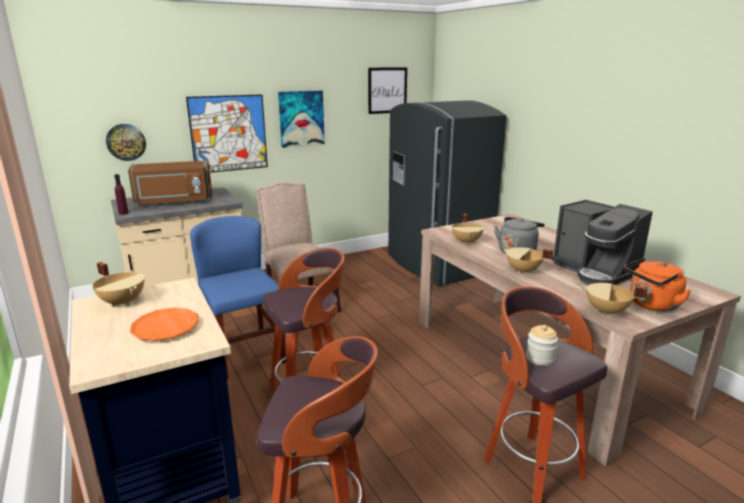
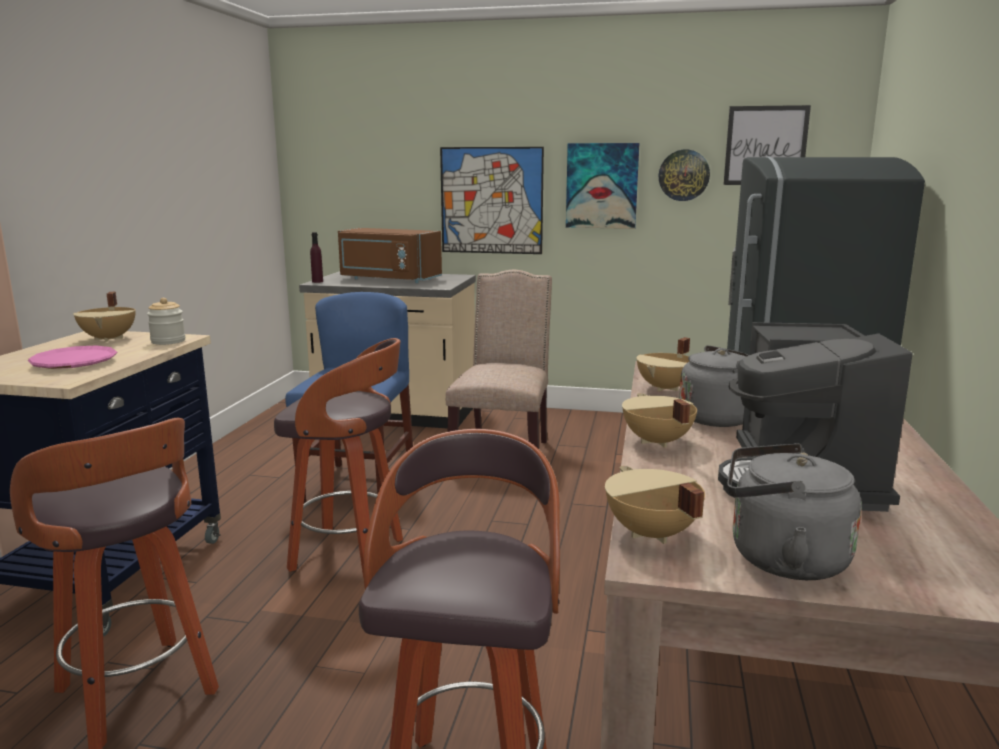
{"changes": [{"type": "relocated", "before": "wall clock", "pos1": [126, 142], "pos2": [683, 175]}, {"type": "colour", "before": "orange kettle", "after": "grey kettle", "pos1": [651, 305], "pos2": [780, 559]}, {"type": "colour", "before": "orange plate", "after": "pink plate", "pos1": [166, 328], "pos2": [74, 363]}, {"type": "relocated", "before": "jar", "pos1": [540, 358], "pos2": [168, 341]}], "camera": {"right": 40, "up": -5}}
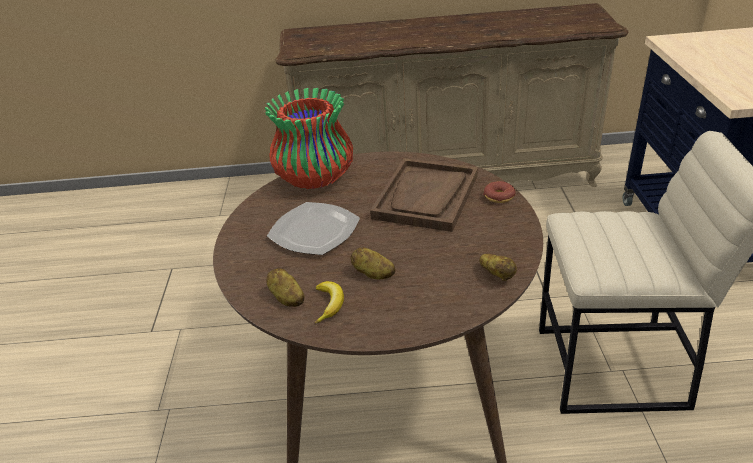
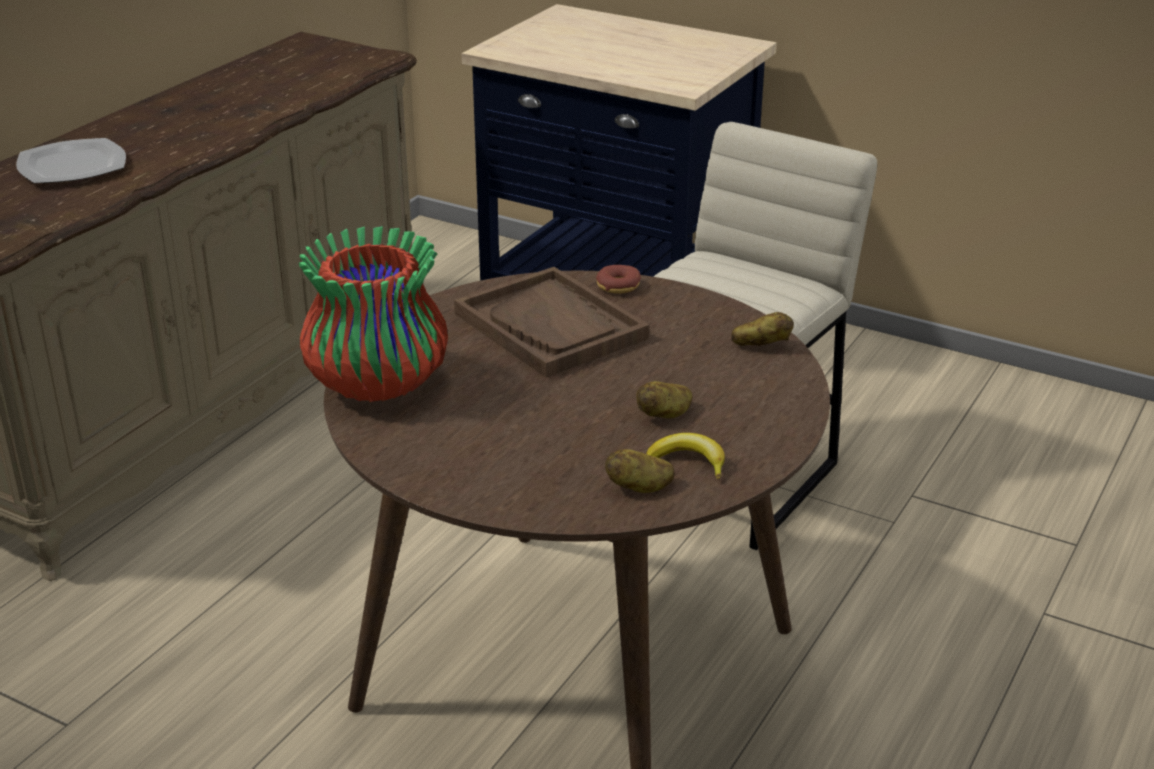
{"changes": [{"type": "relocated", "before": "plate", "pos1": [315, 231], "pos2": [73, 165]}], "camera": {"right": -60, "up": -5}}
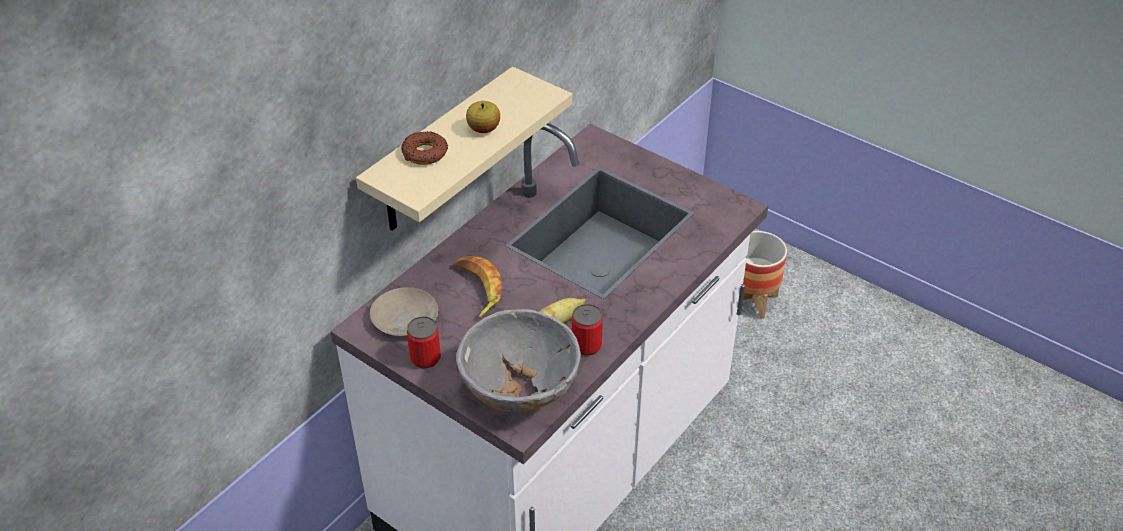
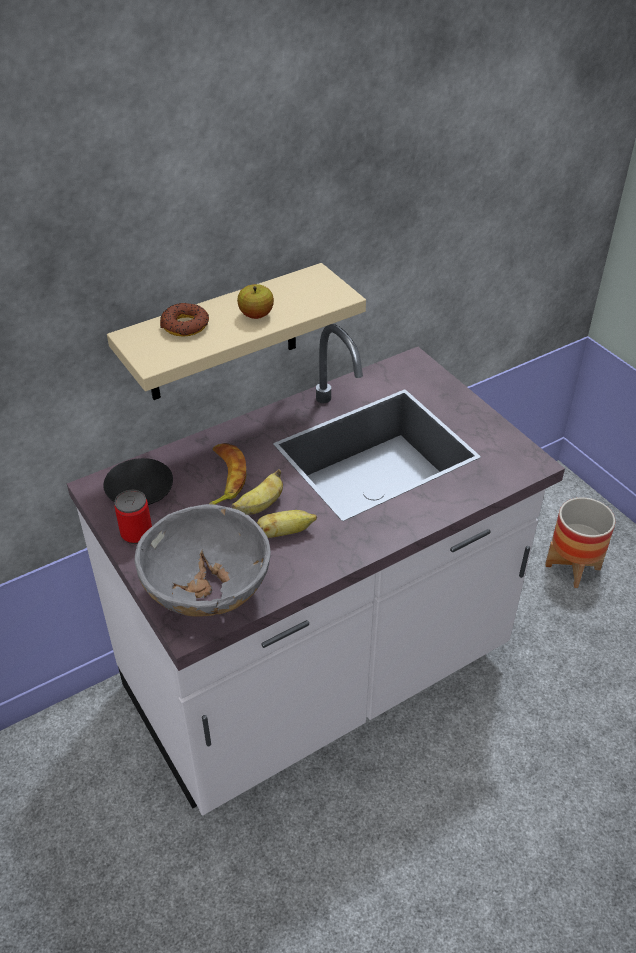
{"changes": [{"type": "colour", "before": "beige plate", "after": "black plate", "pos1": [405, 319], "pos2": [140, 490]}, {"type": "missing", "before": "can", "pos1": [586, 345]}, {"type": "appeared", "after": "banana", "pos2": [260, 506]}], "camera": {"right": 20, "up": 0}}
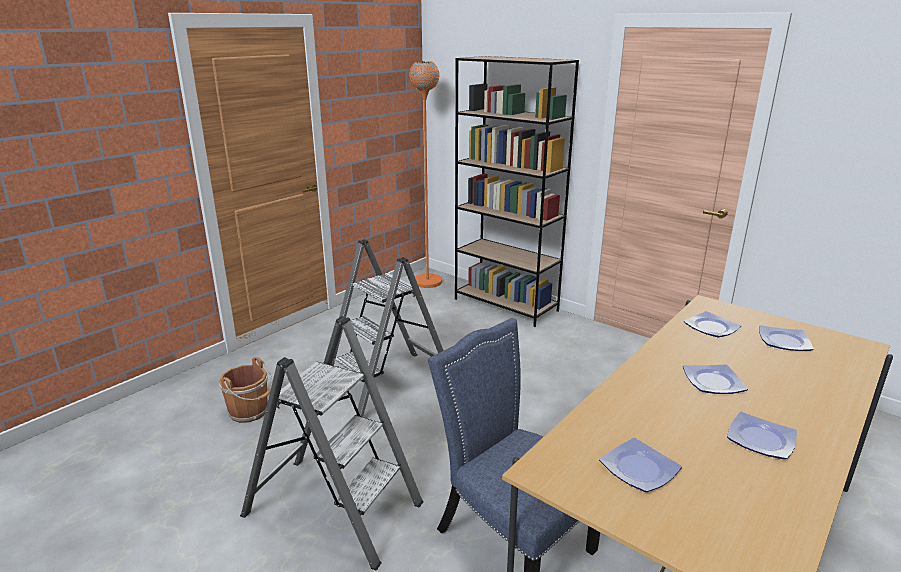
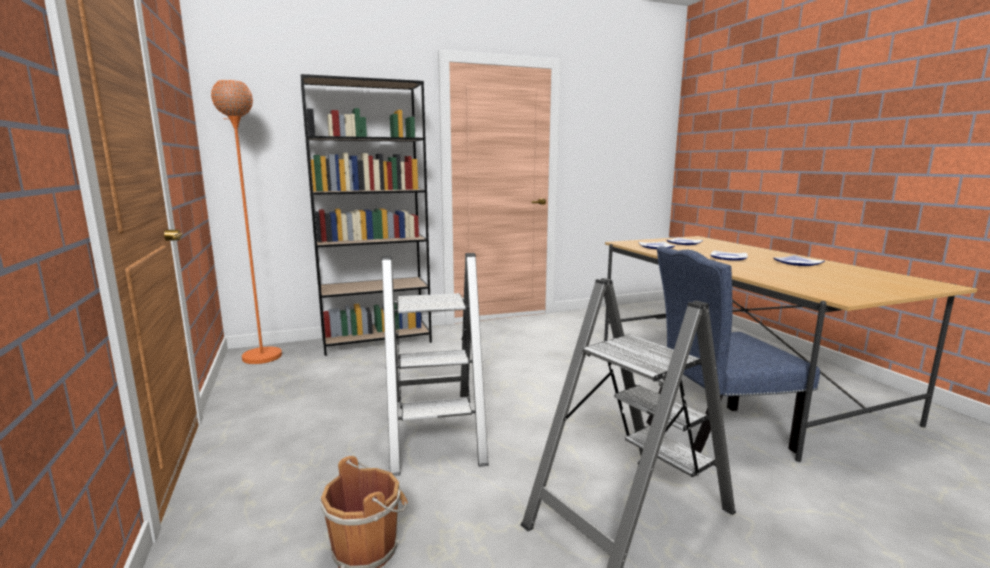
{"changes": [{"type": "missing", "before": "plate", "pos1": [640, 469]}], "camera": {"right": -60, "up": -10}}
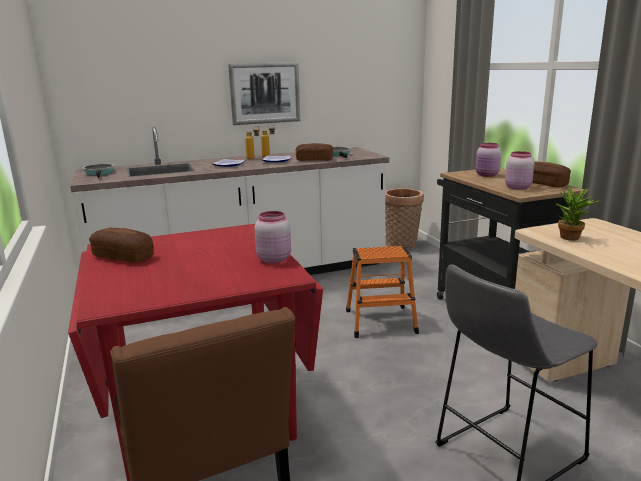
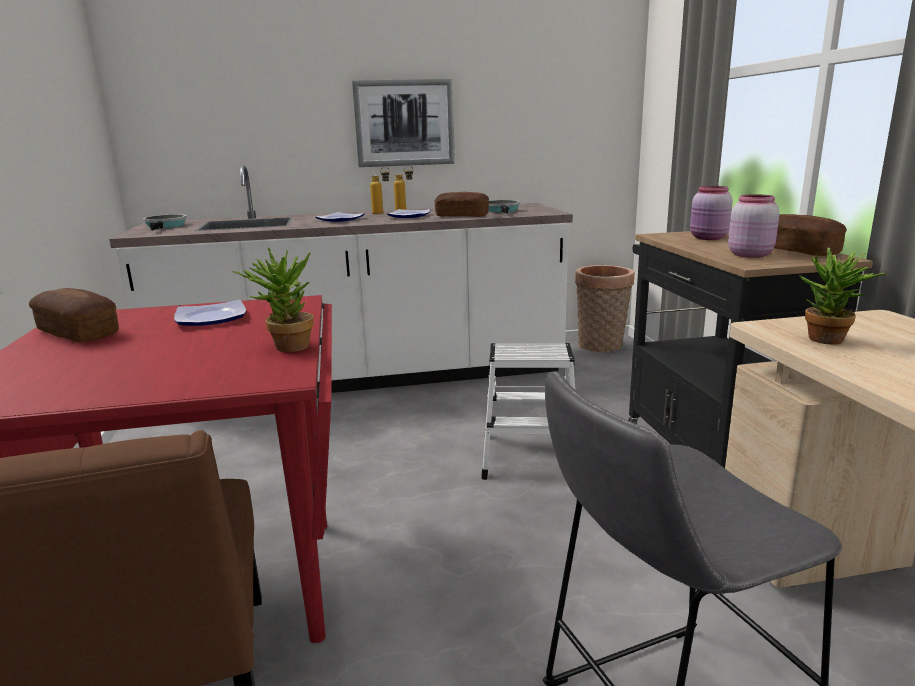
{"changes": [{"type": "exchanged", "before": "pink jar", "after": "potted plant", "pos1": [273, 259], "pos2": [285, 347]}, {"type": "colour", "before": "orange step ladder", "after": "white step ladder", "pos1": [381, 321], "pos2": [530, 456]}, {"type": "appeared", "after": "plate", "pos2": [212, 318]}], "camera": {"right": 10, "up": 0}}
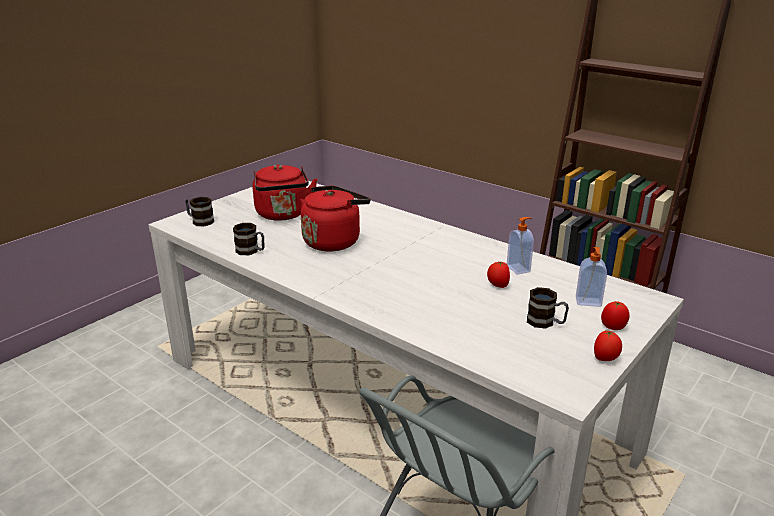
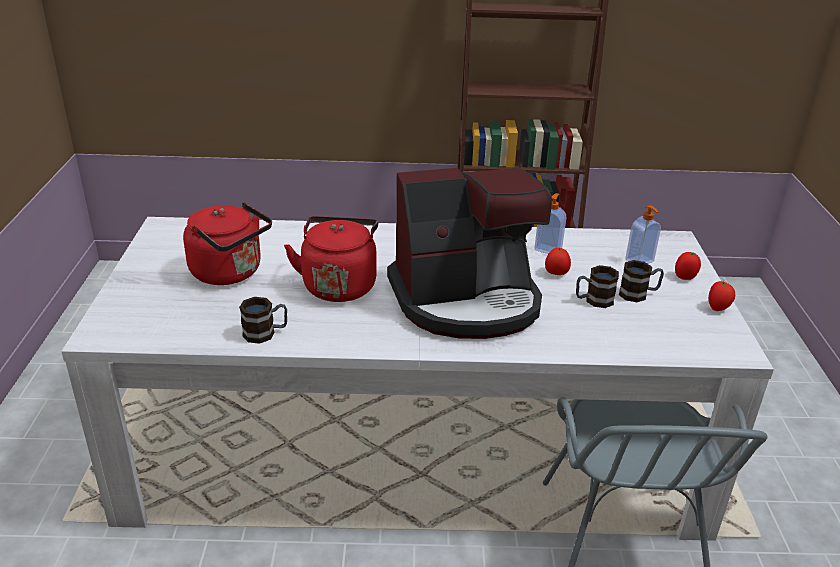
{"changes": [{"type": "relocated", "before": "mug", "pos1": [200, 221], "pos2": [593, 300]}, {"type": "appeared", "after": "coffee machine", "pos2": [467, 300]}], "camera": {"right": -40, "up": 5}}
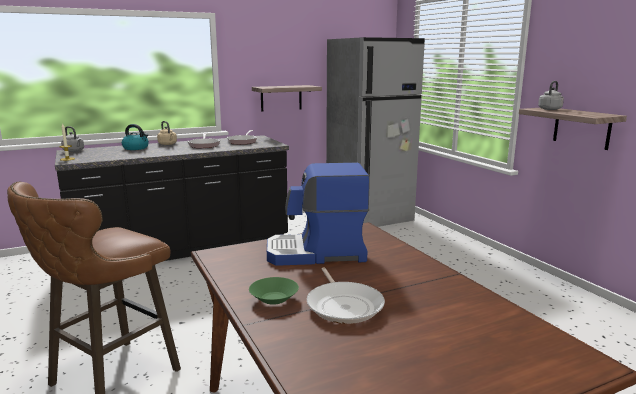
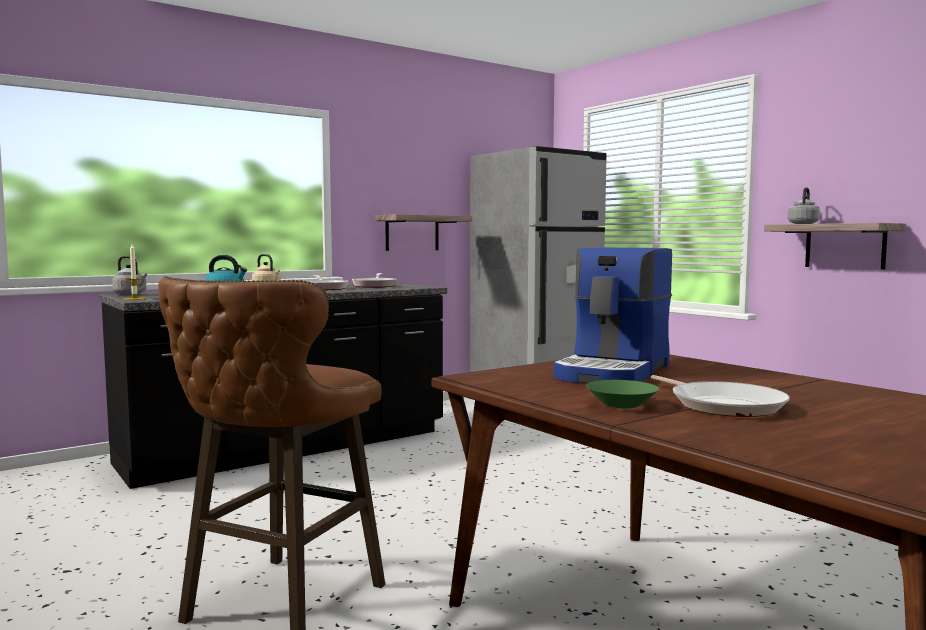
{"changes": [{"type": "spun", "before": "coffee machine", "pos1": [317, 253], "pos2": [615, 372], "turn": -45}], "camera": {"right": -10, "up": -10}}
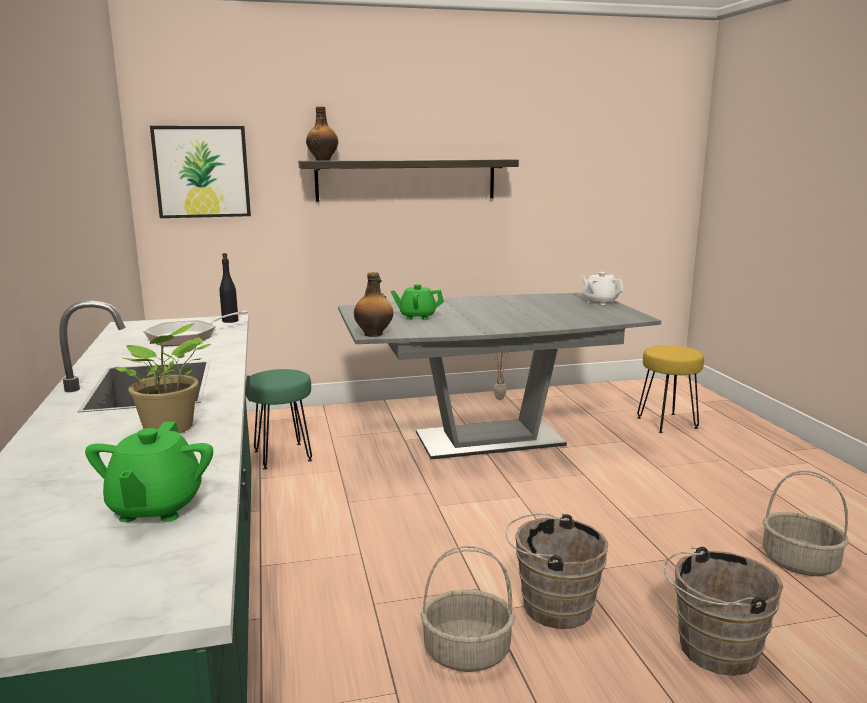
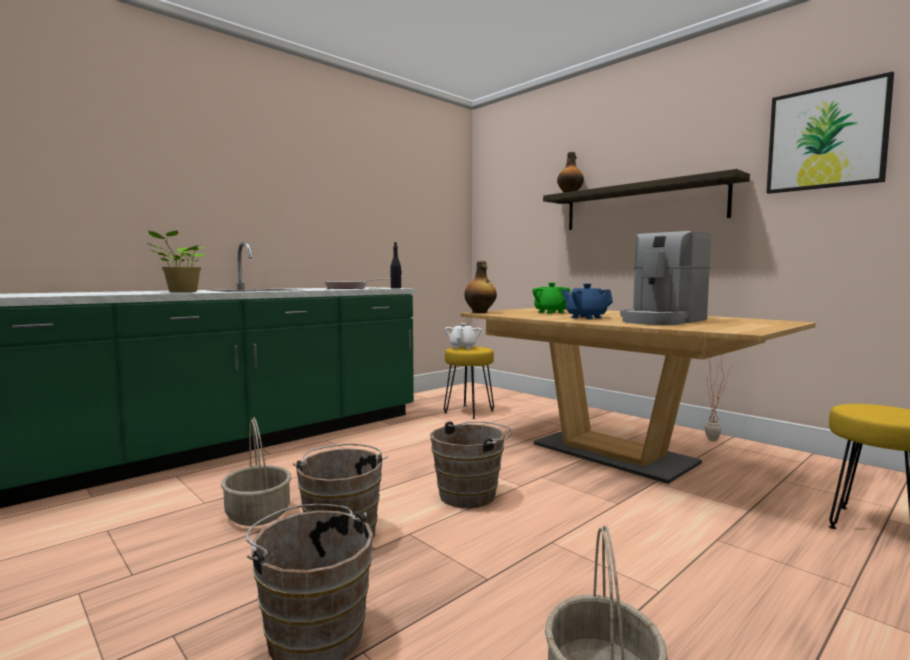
{"changes": [{"type": "relocated", "before": "picture", "pos1": [202, 172], "pos2": [826, 138]}, {"type": "relocated", "before": "white teapot", "pos1": [600, 302], "pos2": [463, 347]}, {"type": "colour", "before": "grey dining table", "after": "brown dining table", "pos1": [489, 439], "pos2": [613, 454]}, {"type": "colour", "before": "green stool", "after": "yellow stool", "pos1": [282, 456], "pos2": [468, 411]}, {"type": "missing", "before": "green teapot", "pos1": [156, 508]}, {"type": "appeared", "after": "coffee machine", "pos2": [662, 321]}, {"type": "appeared", "after": "blue teapot", "pos2": [586, 317]}, {"type": "appeared", "after": "brown bucket", "pos2": [472, 495]}], "camera": {"right": 60, "up": -10}}
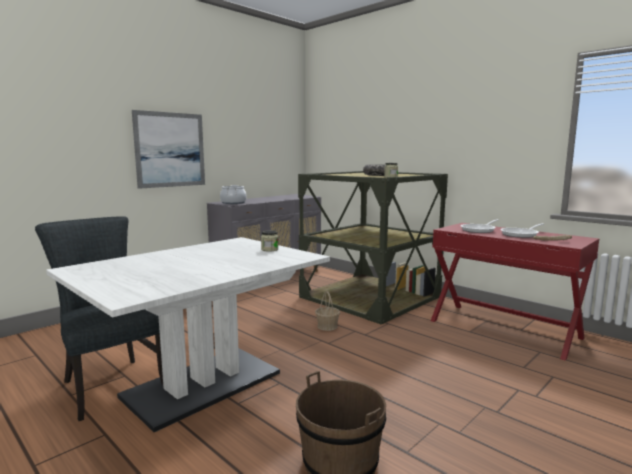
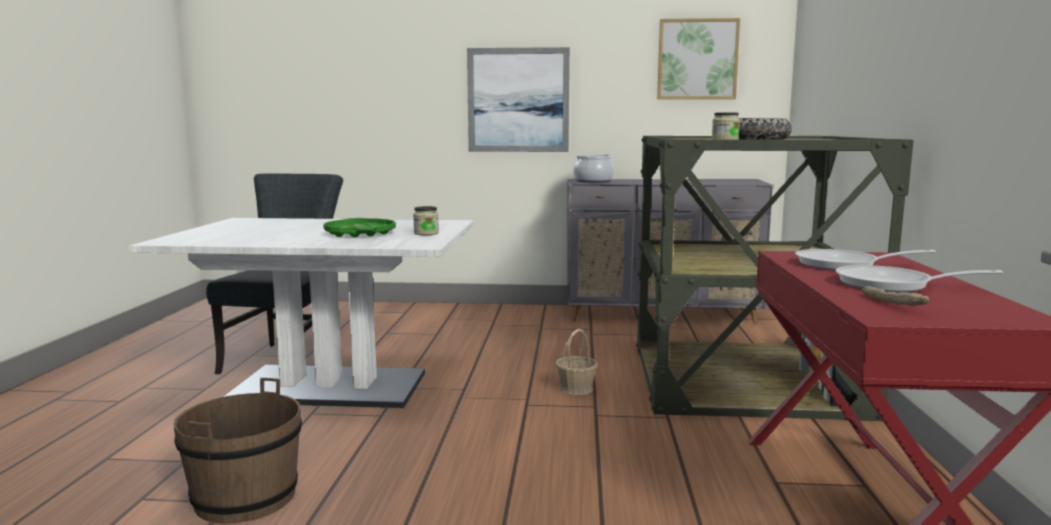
{"changes": [{"type": "appeared", "after": "picture", "pos2": [697, 59]}, {"type": "appeared", "after": "green tray", "pos2": [360, 233]}], "camera": {"right": 50, "up": 0}}
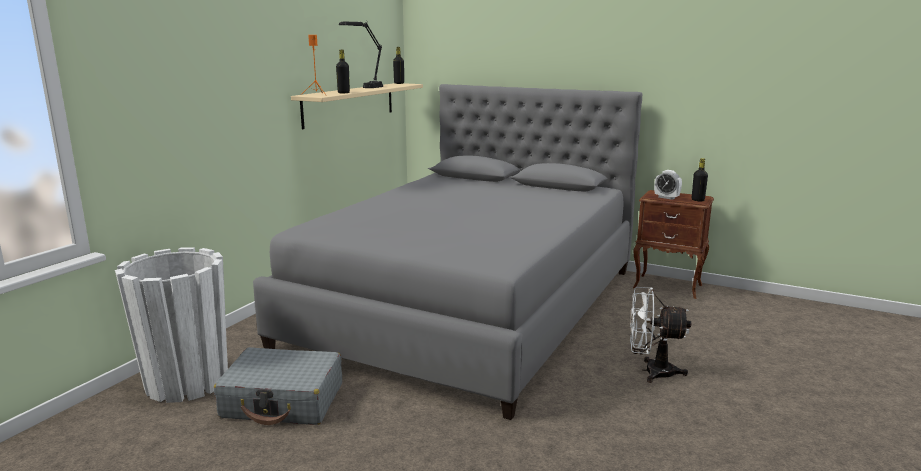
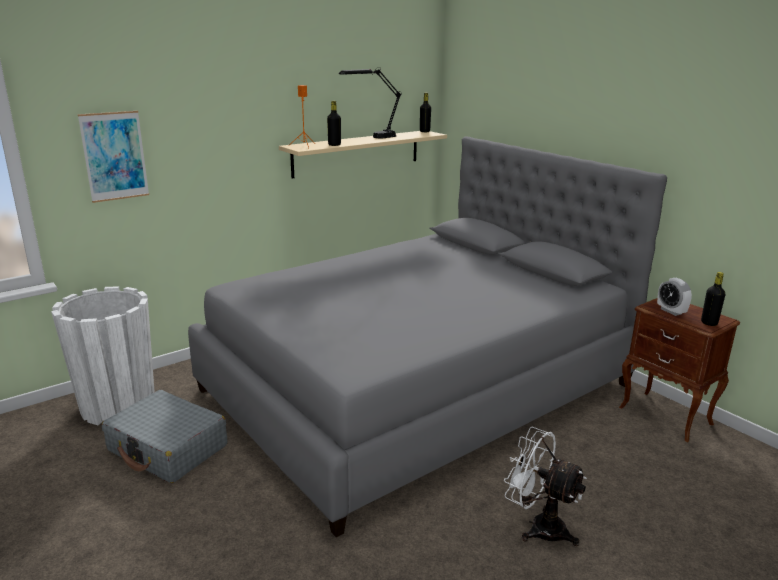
{"changes": [{"type": "appeared", "after": "picture", "pos2": [114, 156]}], "camera": {"right": 25, "up": 5}}
